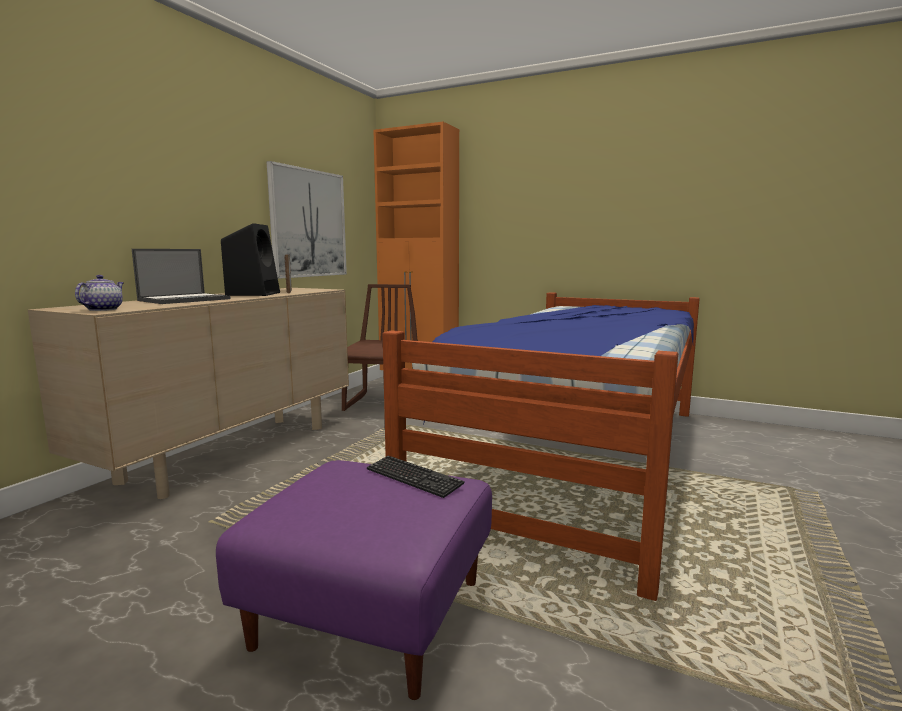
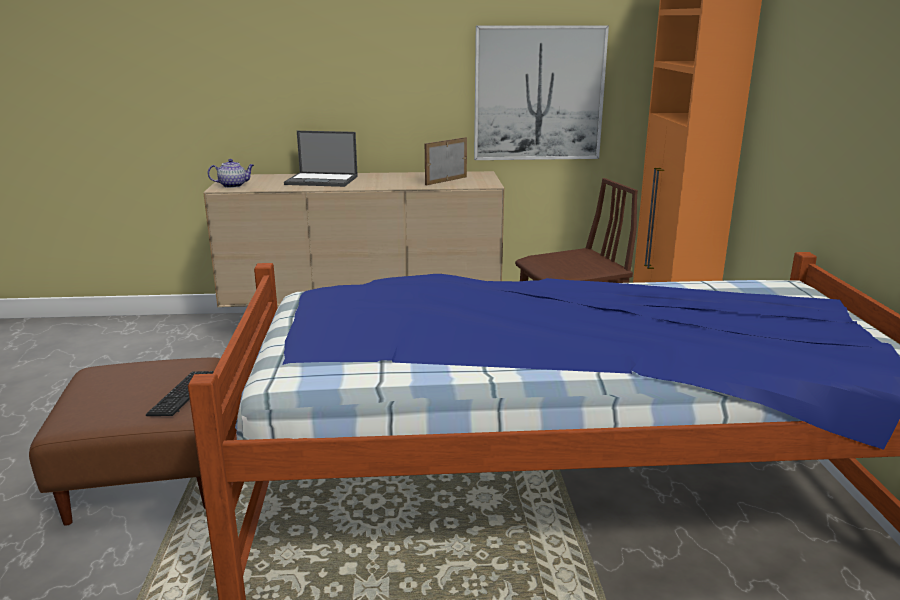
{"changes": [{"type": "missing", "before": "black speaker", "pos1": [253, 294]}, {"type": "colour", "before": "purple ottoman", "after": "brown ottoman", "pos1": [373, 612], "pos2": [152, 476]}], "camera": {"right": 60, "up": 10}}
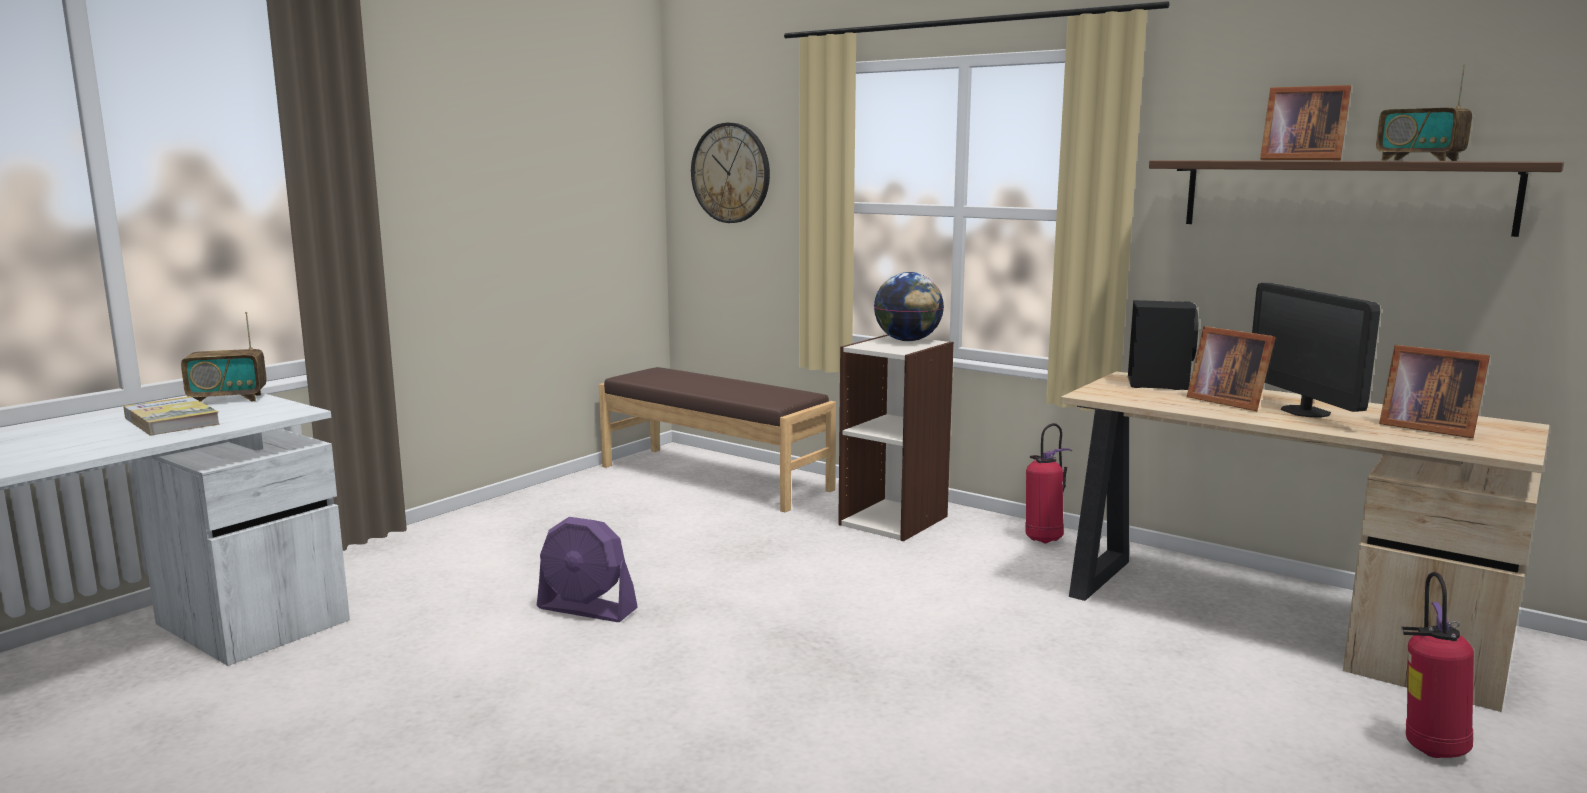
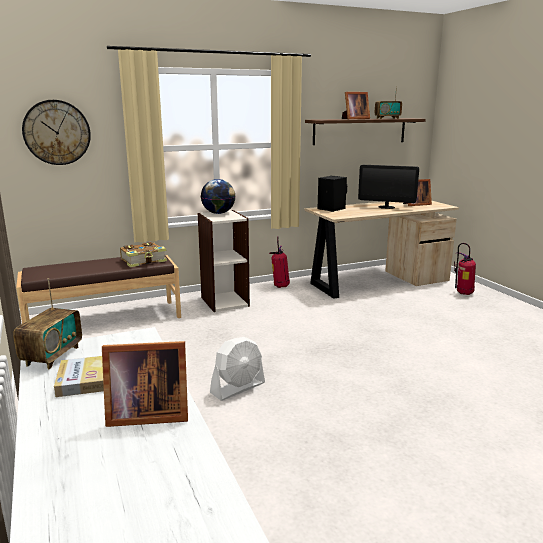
{"changes": [{"type": "relocated", "before": "picture frame", "pos1": [1226, 402], "pos2": [145, 414]}, {"type": "colour", "before": "purple fan", "after": "white fan", "pos1": [587, 609], "pos2": [238, 388]}, {"type": "appeared", "after": "book", "pos2": [144, 261]}], "camera": {"right": -60, "up": 5}}
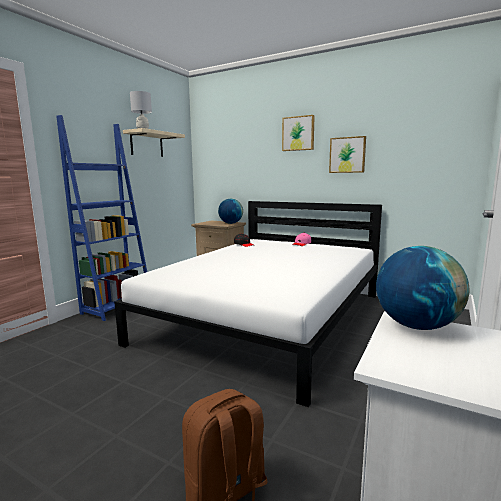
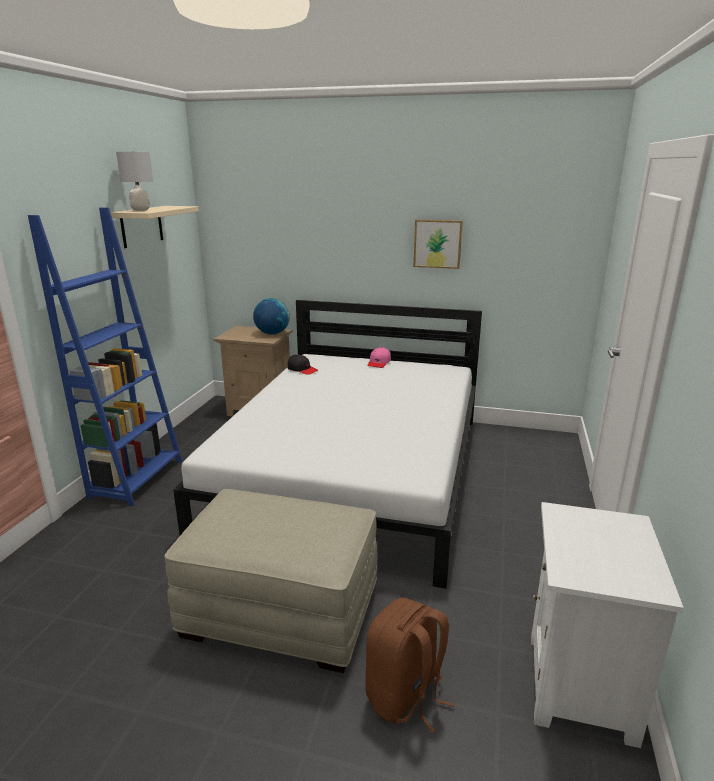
{"changes": [{"type": "missing", "before": "picture", "pos1": [298, 133]}, {"type": "missing", "before": "globe", "pos1": [416, 326]}, {"type": "appeared", "after": "beige ottoman", "pos2": [282, 611]}], "camera": {"right": -15, "up": 10}}
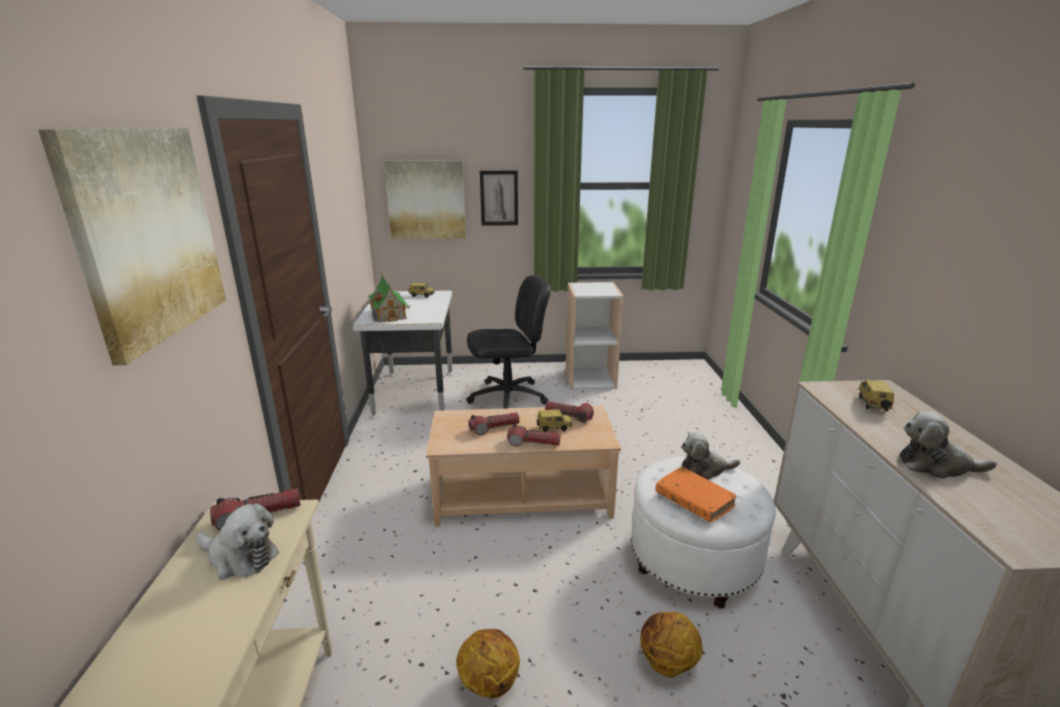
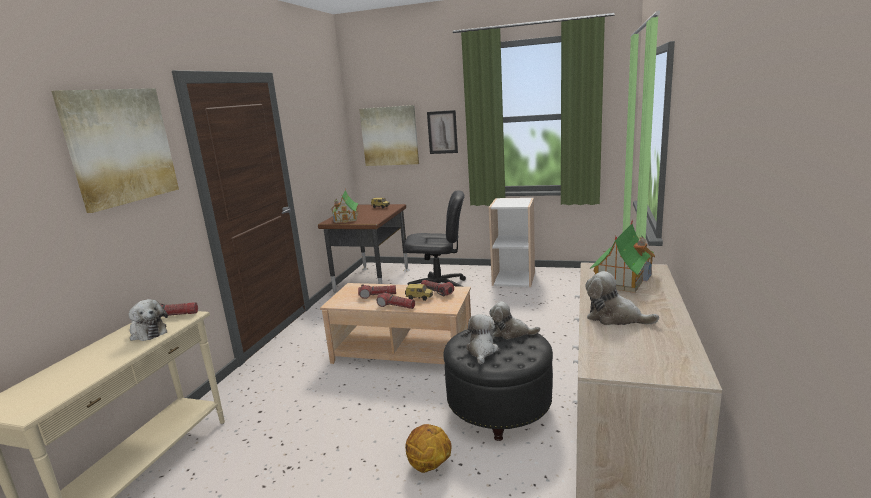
{"changes": [{"type": "colour", "before": "white desk", "after": "brown desk", "pos1": [414, 394], "pos2": [372, 281]}, {"type": "exchanged", "before": "toy car", "after": "toy house", "pos1": [871, 404], "pos2": [622, 278]}, {"type": "colour", "before": "white ottoman", "after": "black ottoman", "pos1": [693, 562], "pos2": [499, 409]}, {"type": "exchanged", "before": "orange book", "after": "plush toy", "pos1": [694, 500], "pos2": [481, 350]}, {"type": "missing", "before": "basketball", "pos1": [488, 682]}], "camera": {"right": 20, "up": -5}}
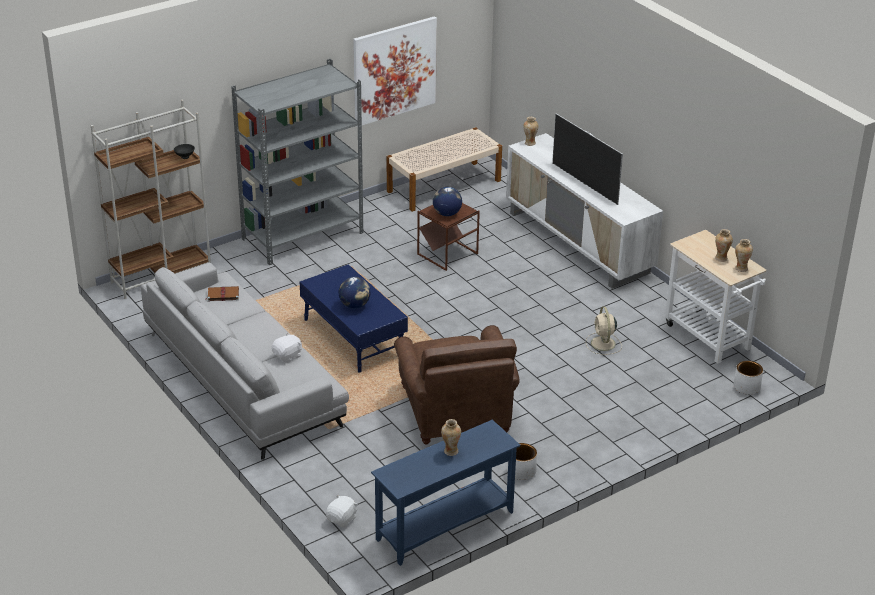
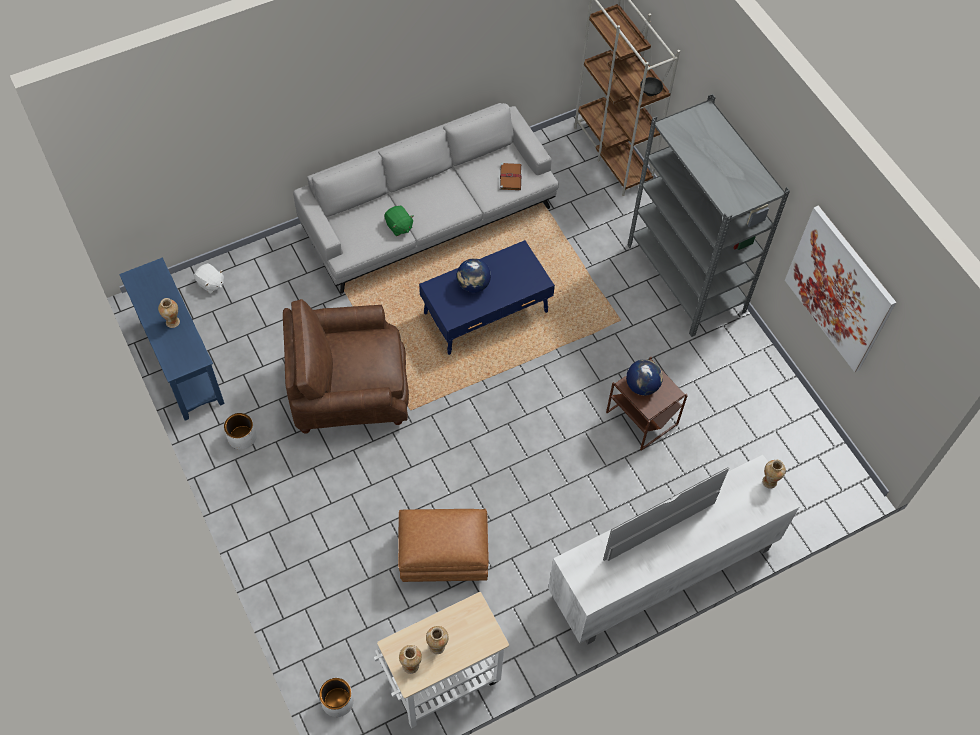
{"changes": [{"type": "missing", "before": "beige bench", "pos1": [443, 186]}, {"type": "exchanged", "before": "beige fan", "after": "brown ottoman", "pos1": [603, 344], "pos2": [443, 556]}, {"type": "colour", "before": "white plush toy", "after": "green plush toy", "pos1": [288, 356], "pos2": [399, 226]}], "camera": {"right": 95, "up": 25}}
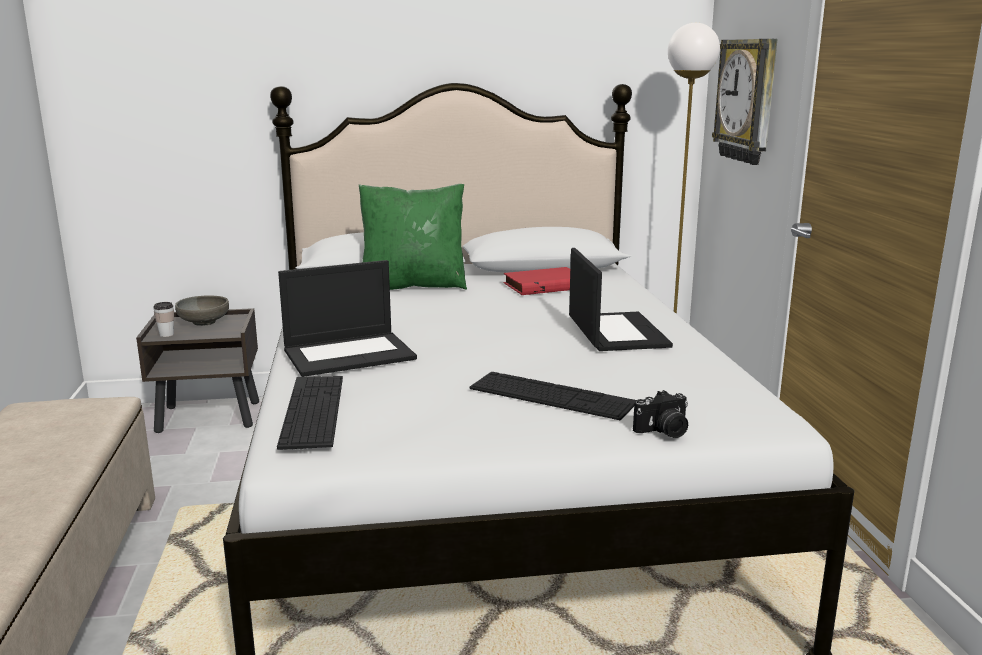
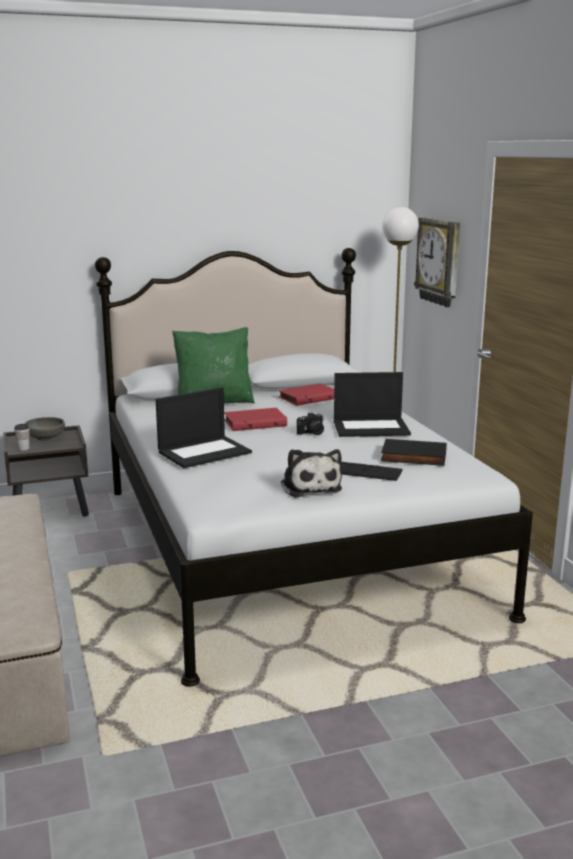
{"changes": [{"type": "spun", "before": "laptop", "pos1": [616, 332], "pos2": [371, 427], "turn": 105}, {"type": "missing", "before": "keyboard", "pos1": [313, 410]}, {"type": "relocated", "before": "photo camera", "pos1": [663, 431], "pos2": [312, 433]}, {"type": "appeared", "after": "red book", "pos2": [255, 422]}, {"type": "appeared", "after": "black book", "pos2": [413, 457]}, {"type": "appeared", "after": "plush toy", "pos2": [310, 486]}], "camera": {"right": -10, "up": 0}}
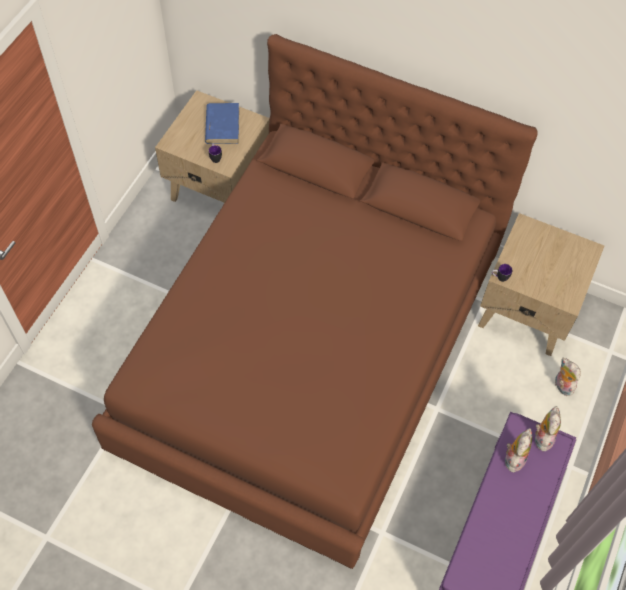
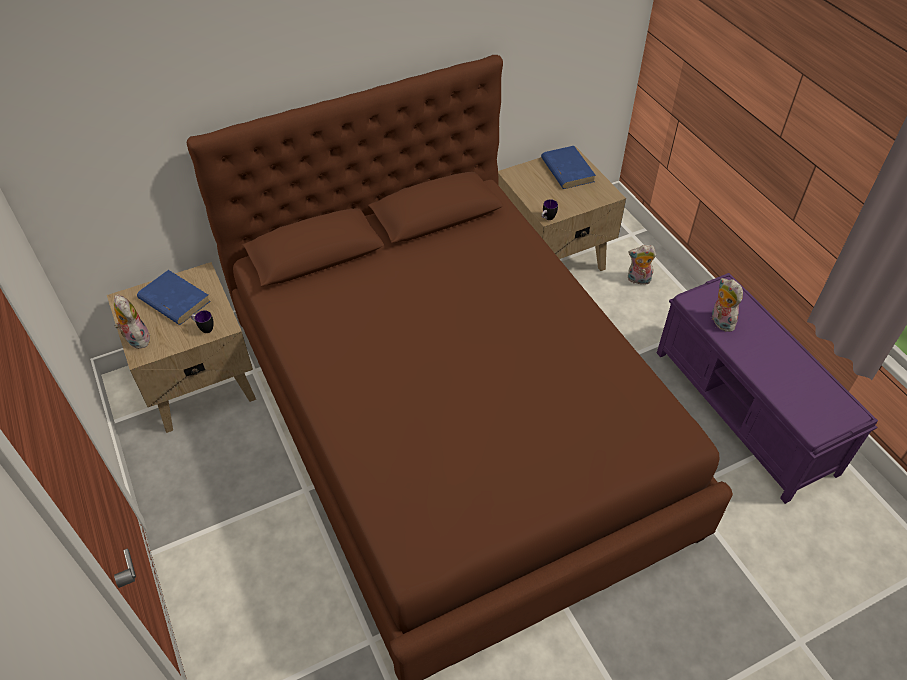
{"changes": [{"type": "relocated", "before": "plush toy", "pos1": [542, 437], "pos2": [136, 338]}, {"type": "appeared", "after": "blue book", "pos2": [567, 170]}], "camera": {"right": -50, "up": -10}}
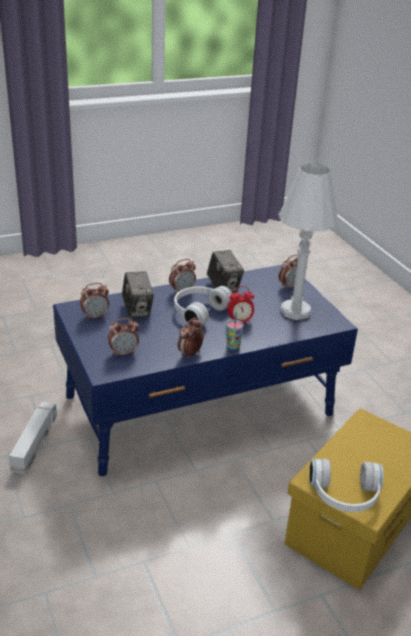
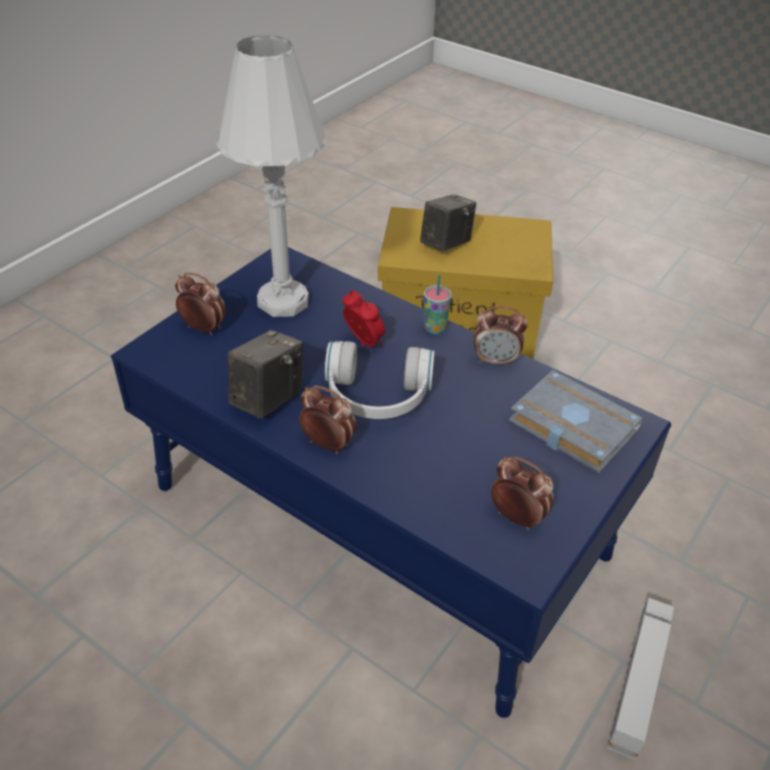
{"changes": [{"type": "relocated", "before": "photo camera", "pos1": [137, 310], "pos2": [446, 243]}, {"type": "exchanged", "before": "alarm clock", "after": "grey book", "pos1": [123, 353], "pos2": [569, 427]}, {"type": "spun", "before": "toy truck", "pos1": [35, 443], "pos2": [638, 682], "turn": 135}, {"type": "missing", "before": "white headphones", "pos1": [345, 496]}], "camera": {"right": -120, "up": 10}}
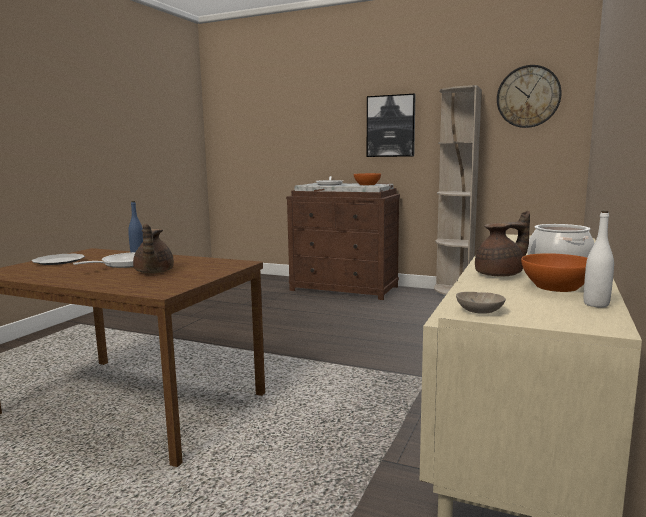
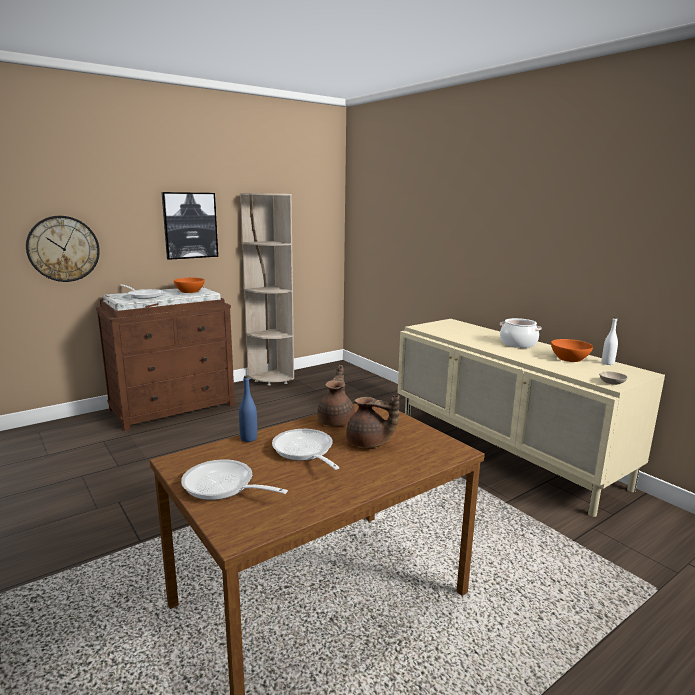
{"changes": [{"type": "relocated", "before": "wall clock", "pos1": [528, 96], "pos2": [63, 249]}, {"type": "relocated", "before": "brown teapot", "pos1": [501, 274], "pos2": [337, 421]}, {"type": "exchanged", "before": "plate", "after": "frying pan", "pos1": [58, 261], "pos2": [223, 486]}], "camera": {"right": -60, "up": 5}}
